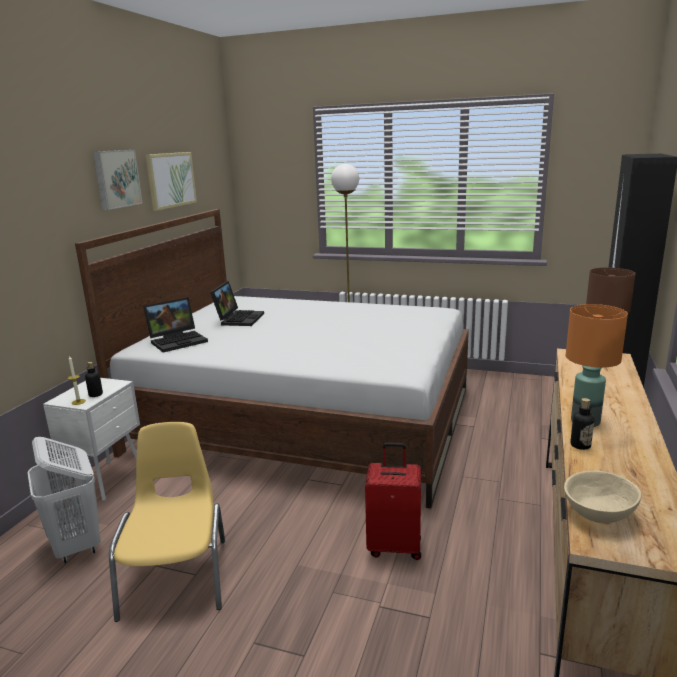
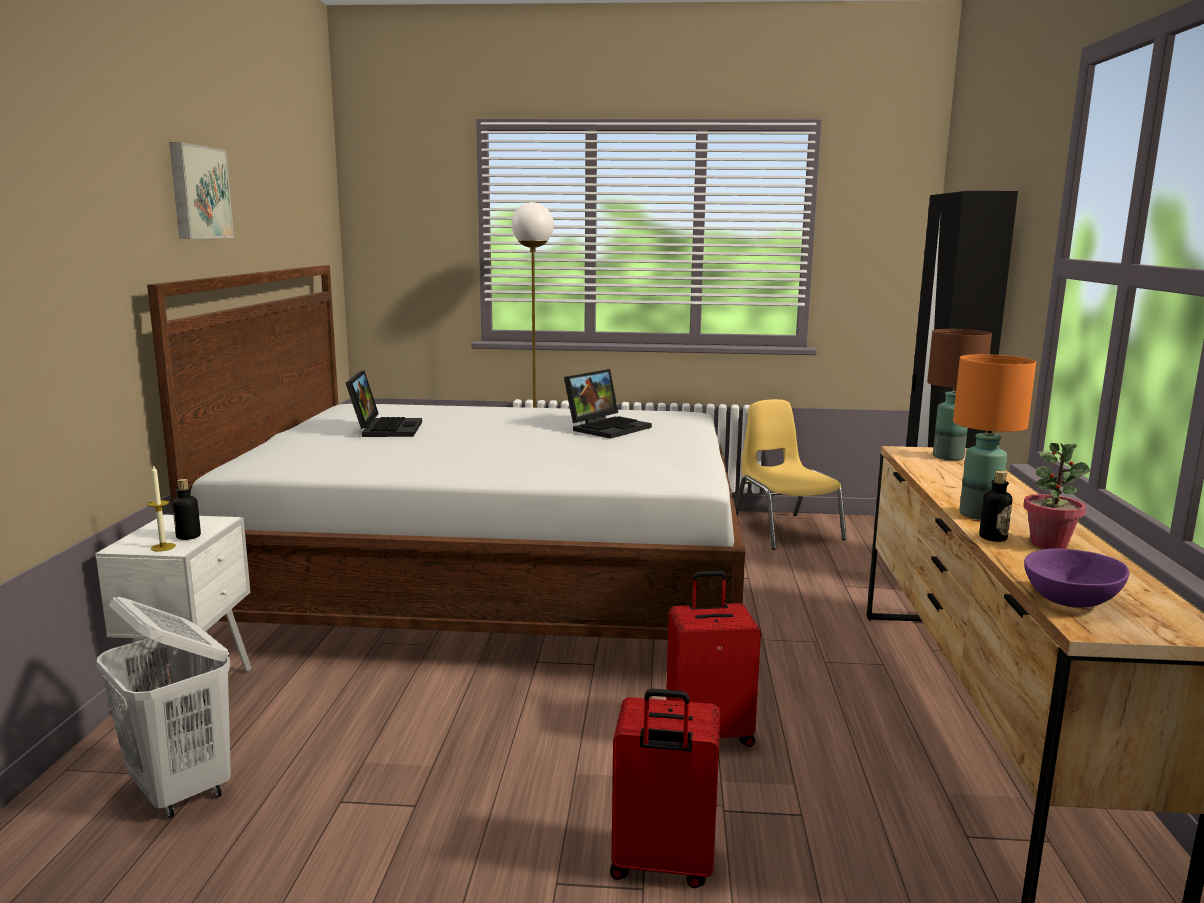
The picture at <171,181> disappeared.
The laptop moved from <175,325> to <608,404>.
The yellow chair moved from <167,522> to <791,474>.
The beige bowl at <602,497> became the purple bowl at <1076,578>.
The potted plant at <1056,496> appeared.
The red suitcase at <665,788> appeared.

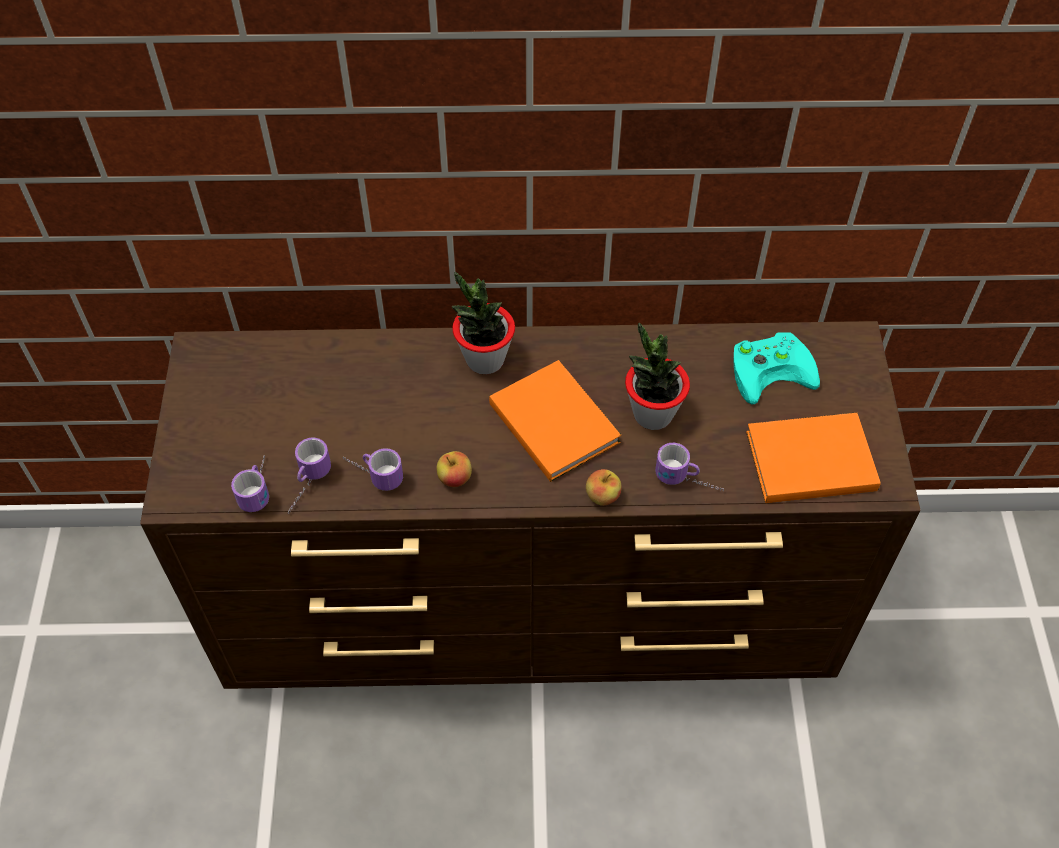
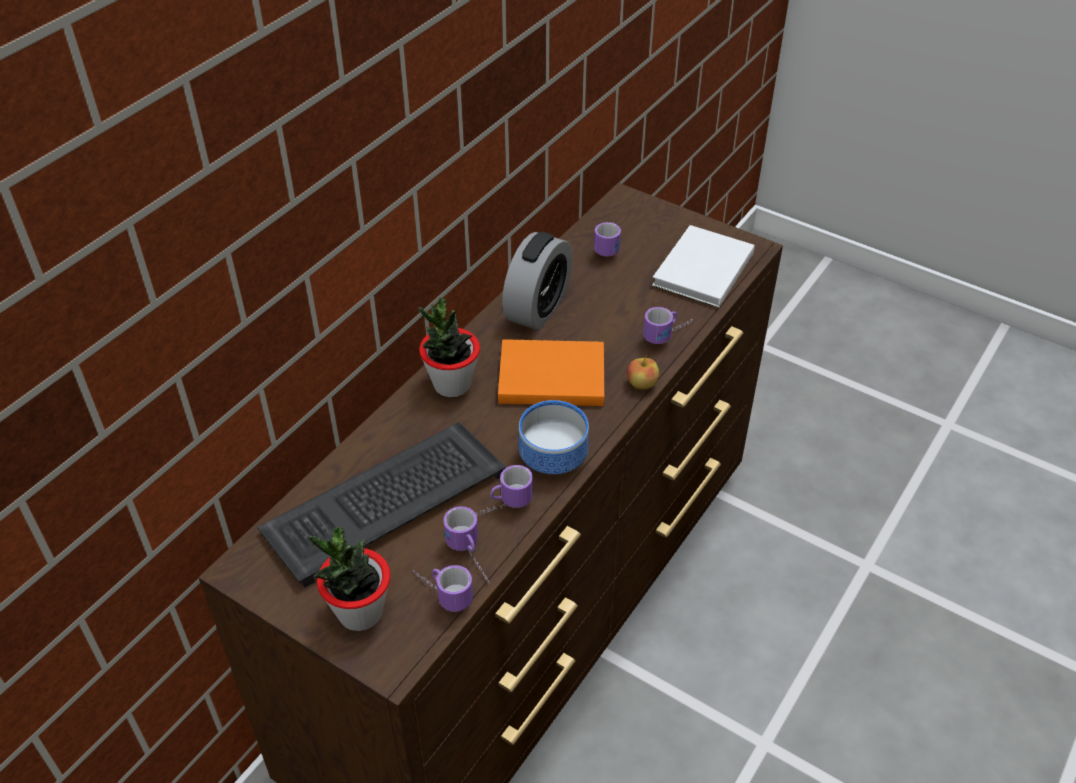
The potted plant moved from <657,376> to <349,578>.
The turquoise game controller at <777,369> was replaced by the mug at <607,239>.
The orange book at <813,457> became the white book at <703,266>.
The apple at <454,469> was replaced by the bowl at <553,437>.
The alarm clock at <537,281> appeared.
The keyboard at <381,505> appeared.

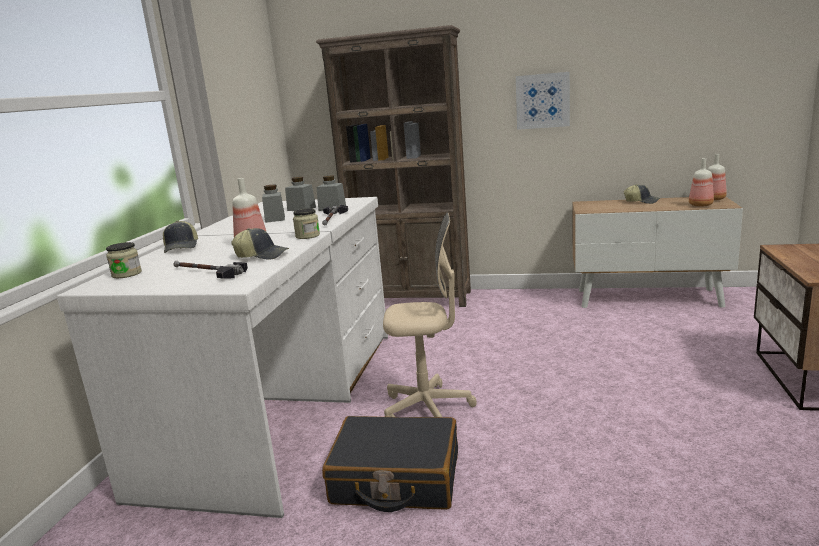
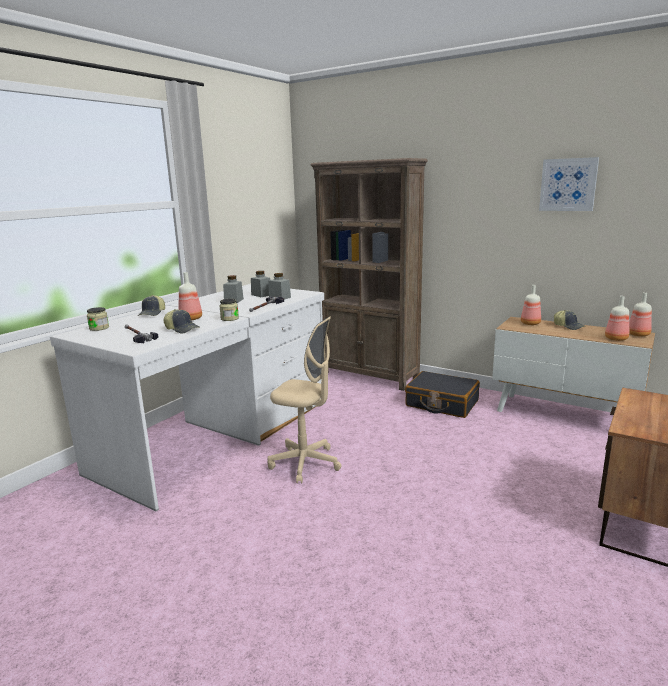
The picture moved from <543,101> to <569,184>.
The black suitcase moved from <390,464> to <442,394>.
The bottle at <531,305> appeared.

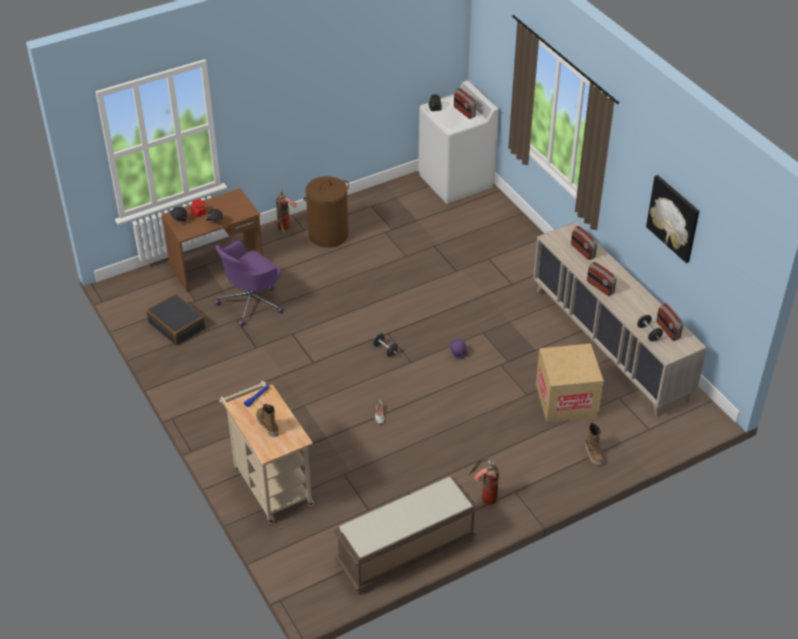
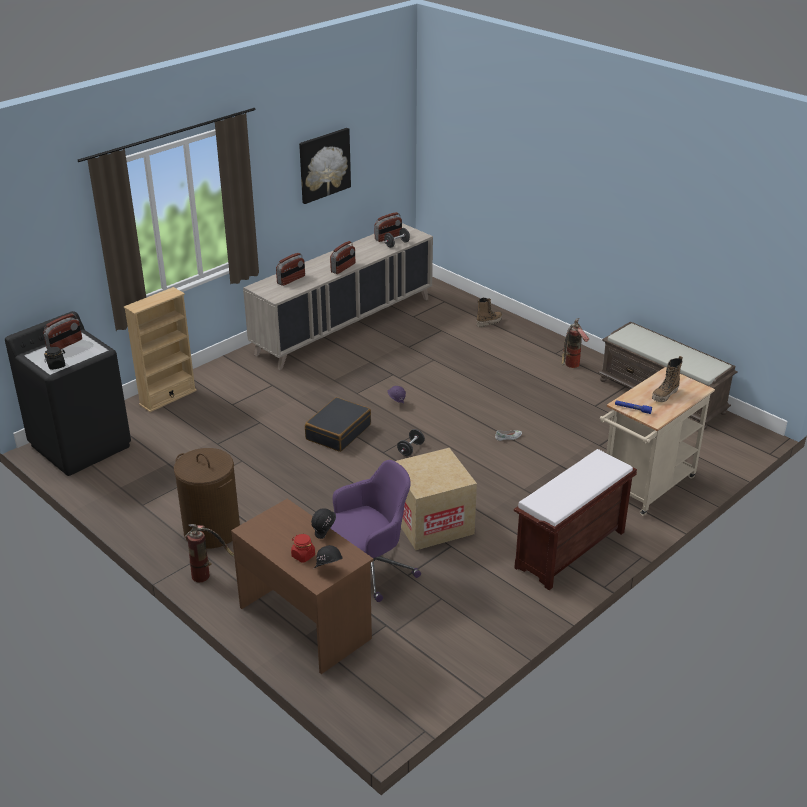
The white washing machine at <458,142> became the black washing machine at <68,393>.
The purple office chair at <249,284> turned 60 degrees counterclockwise.
The black suitcase moved from <176,319> to <338,424>.
The cardboard box moved from <570,382> to <436,499>.
The beige bookcase at <160,349> appeared.
The brown bench at <575,519> appeared.

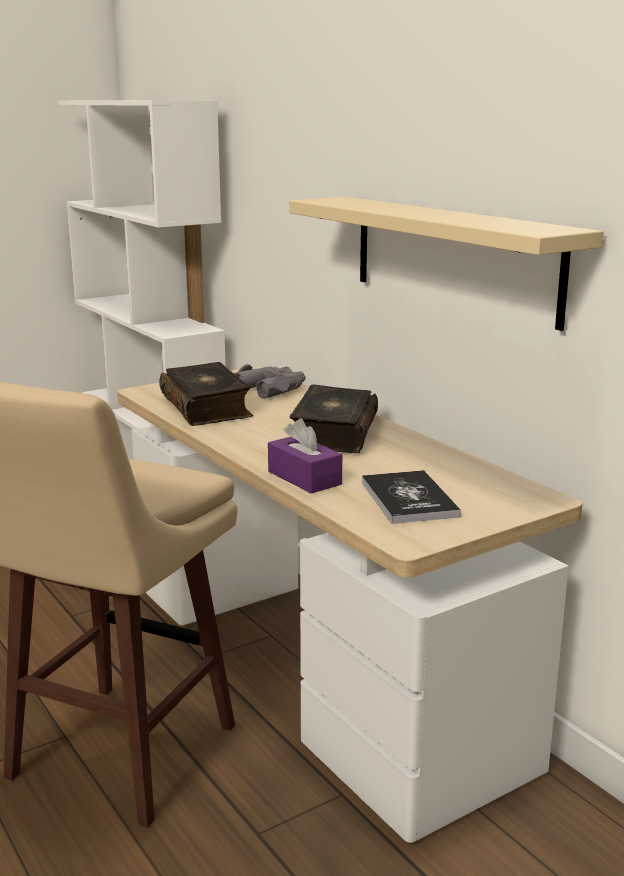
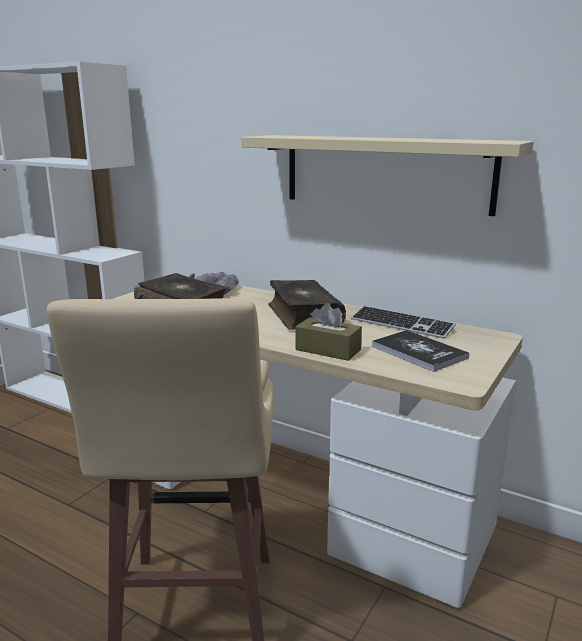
The purple tissue box at <305,456> became the brown tissue box at <328,332>.
The keyboard at <403,322> appeared.

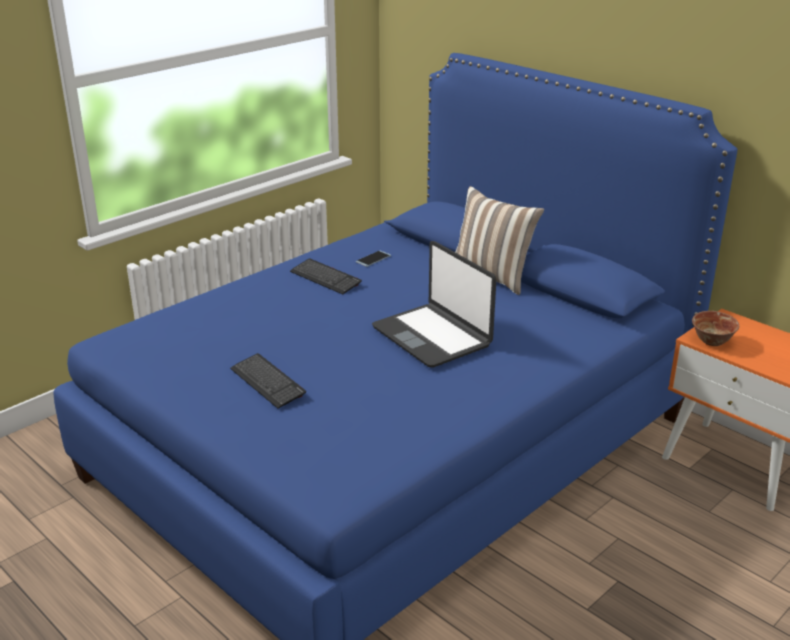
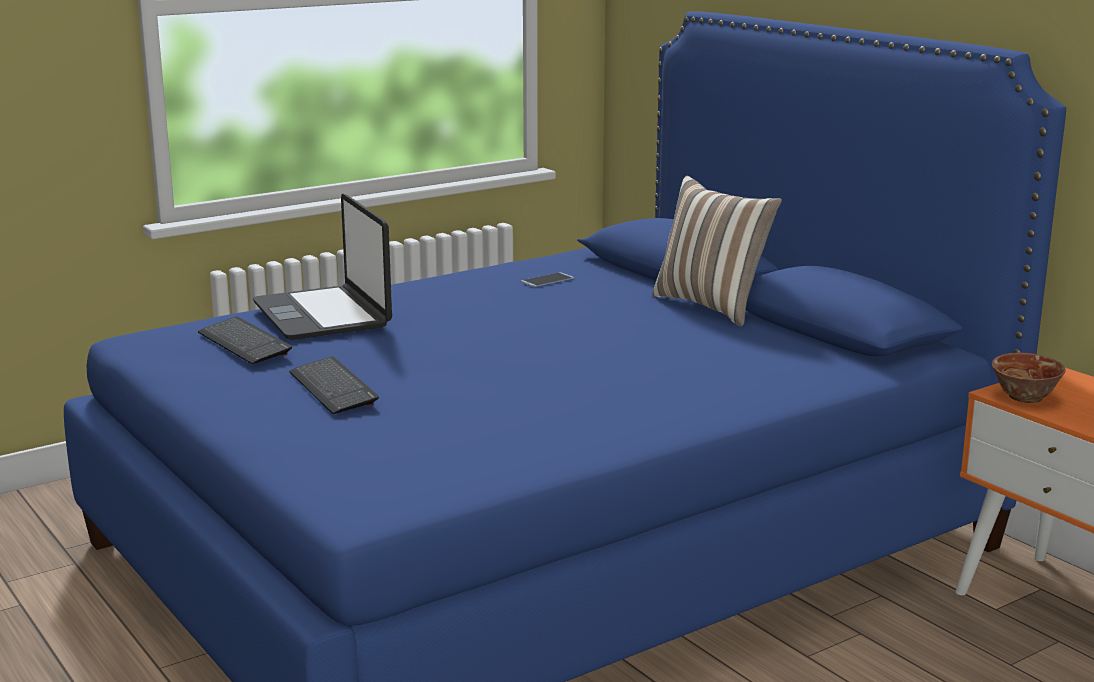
The laptop moved from <434,304> to <322,267>.
The keyboard moved from <326,276> to <245,340>.

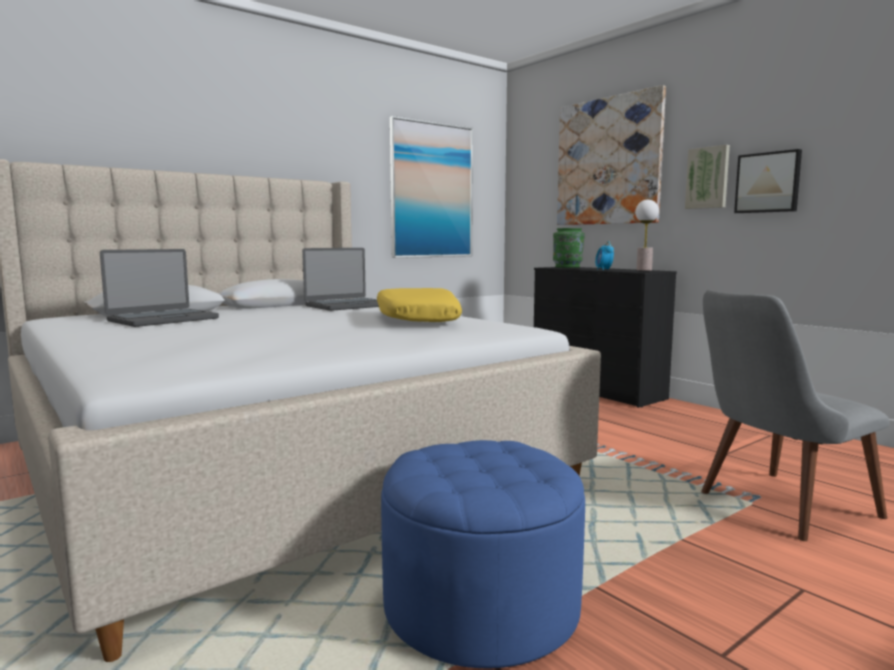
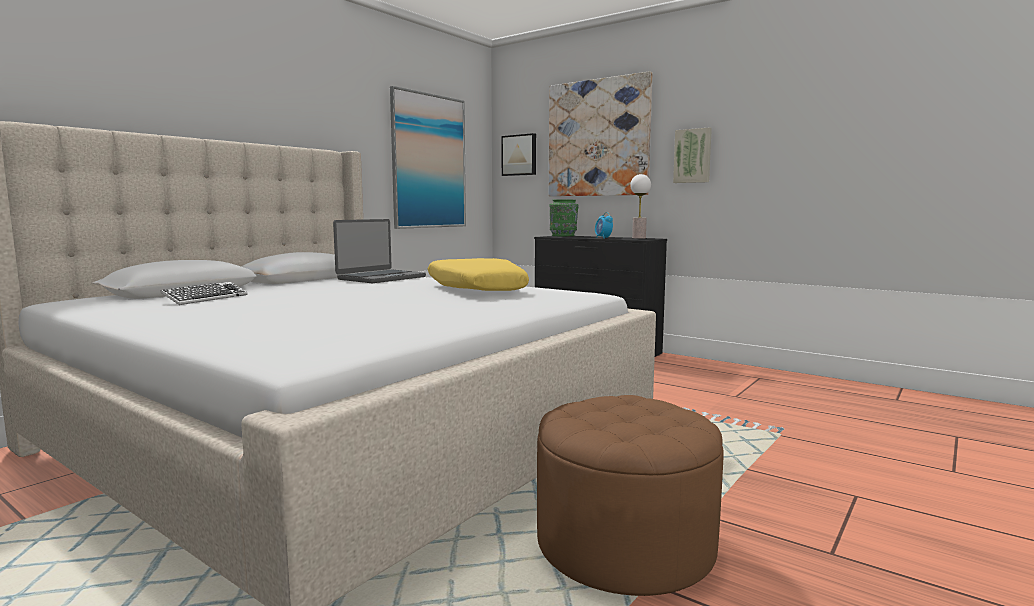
The picture moved from <768,181> to <519,154>.
The laptop at <159,288> was replaced by the keyboard at <203,293>.
The grey chair at <795,415> disappeared.
The blue ottoman at <483,554> became the brown ottoman at <630,495>.

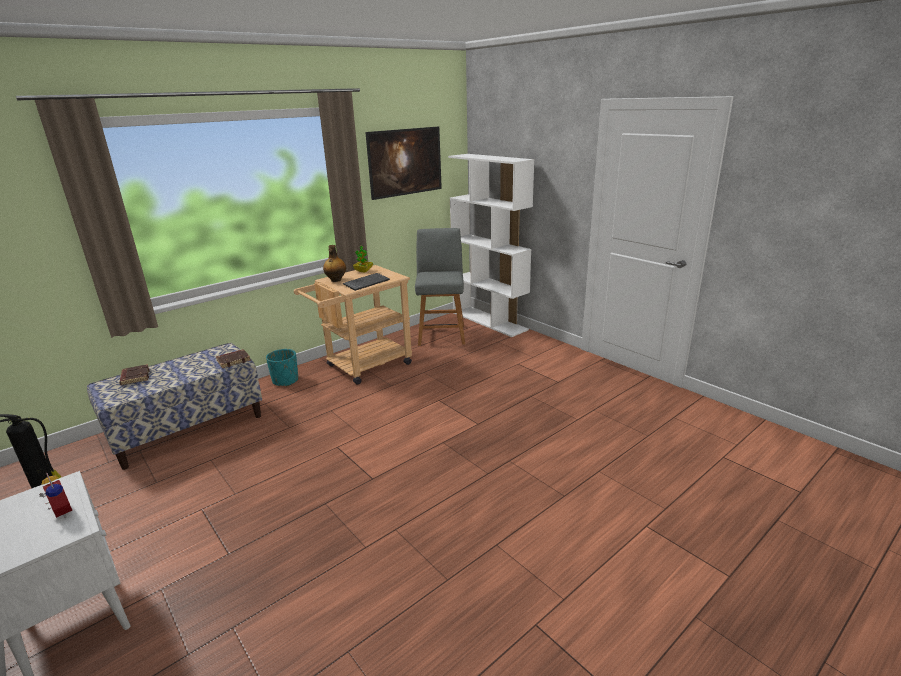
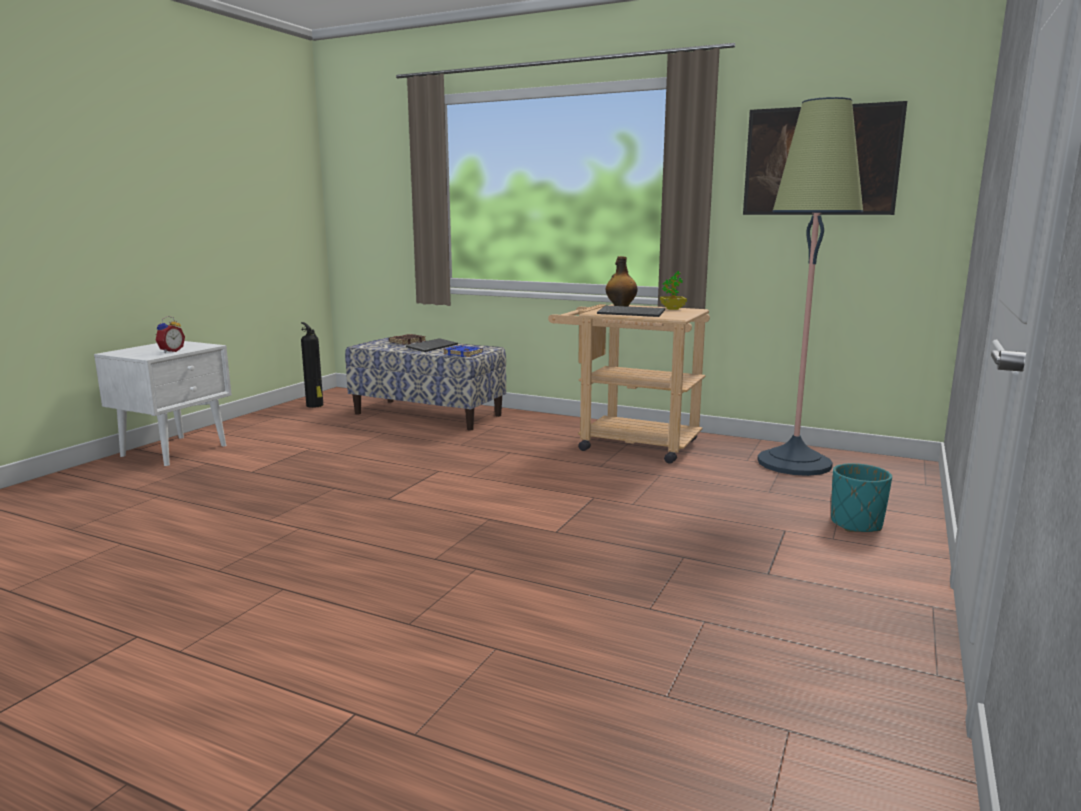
The white bookcase at <491,245> disappeared.
The grey chair at <440,287> was replaced by the floor lamp at <810,286>.
The brown book at <233,358> became the blue book at <463,351>.
The turquoise planter moved from <282,368> to <861,497>.
The keyboard at <432,345> appeared.

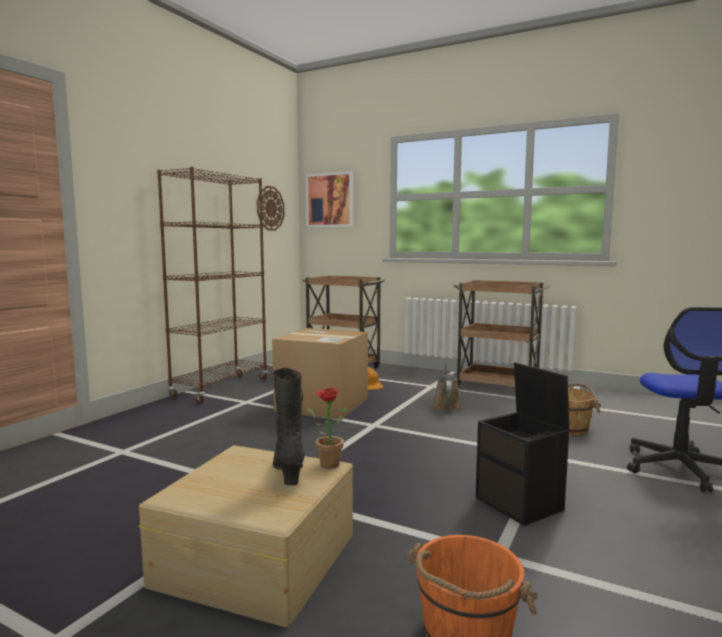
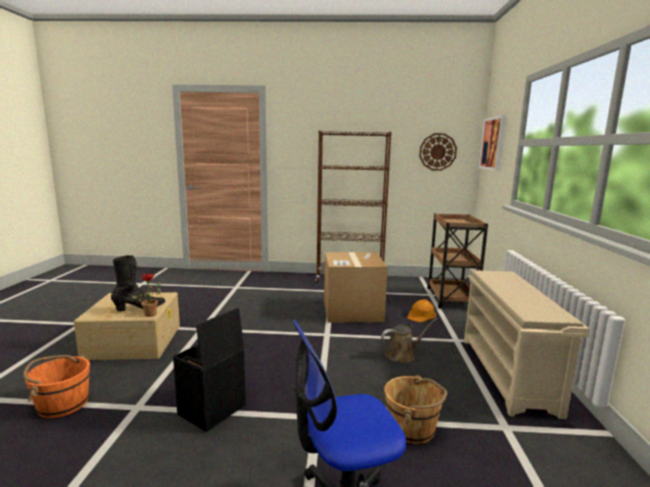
The brown cart at <502,333> was replaced by the beige shoe rack at <526,344>.

